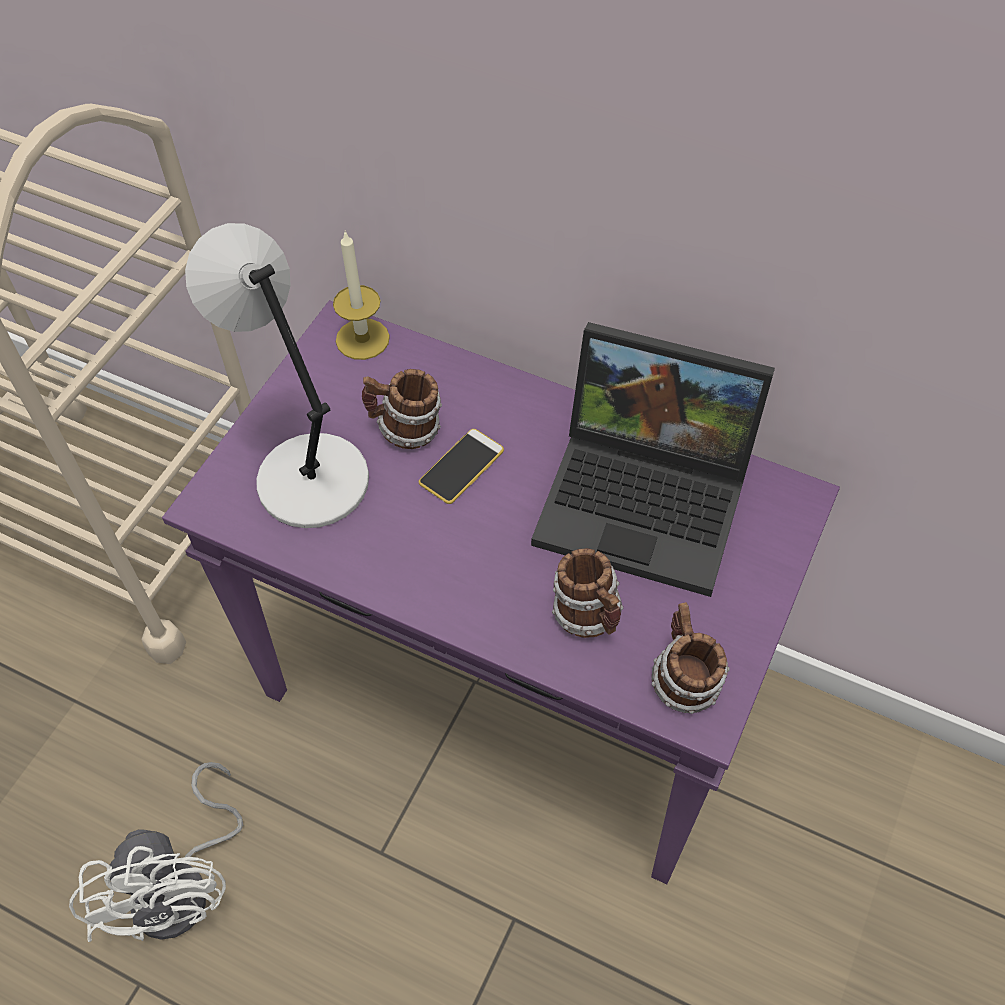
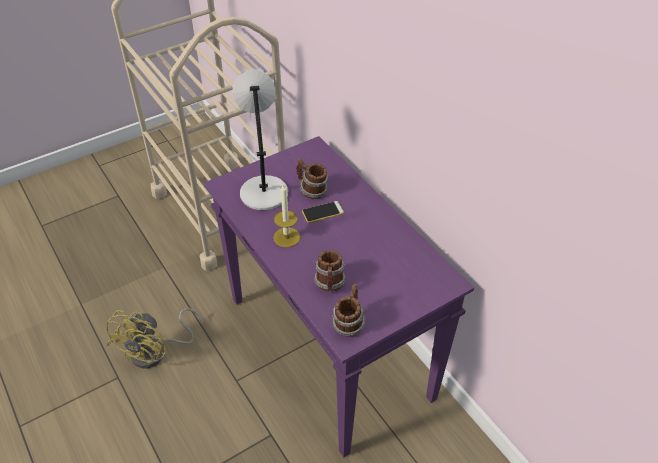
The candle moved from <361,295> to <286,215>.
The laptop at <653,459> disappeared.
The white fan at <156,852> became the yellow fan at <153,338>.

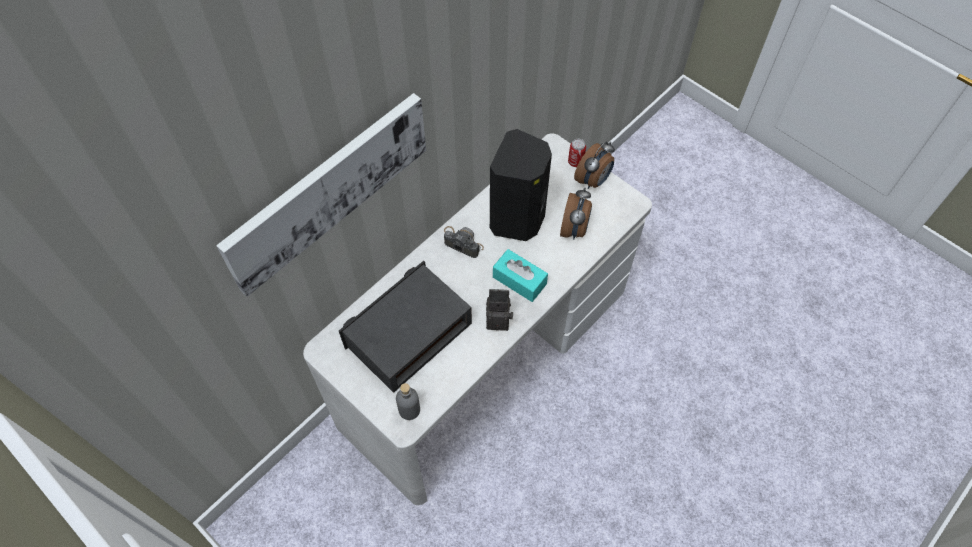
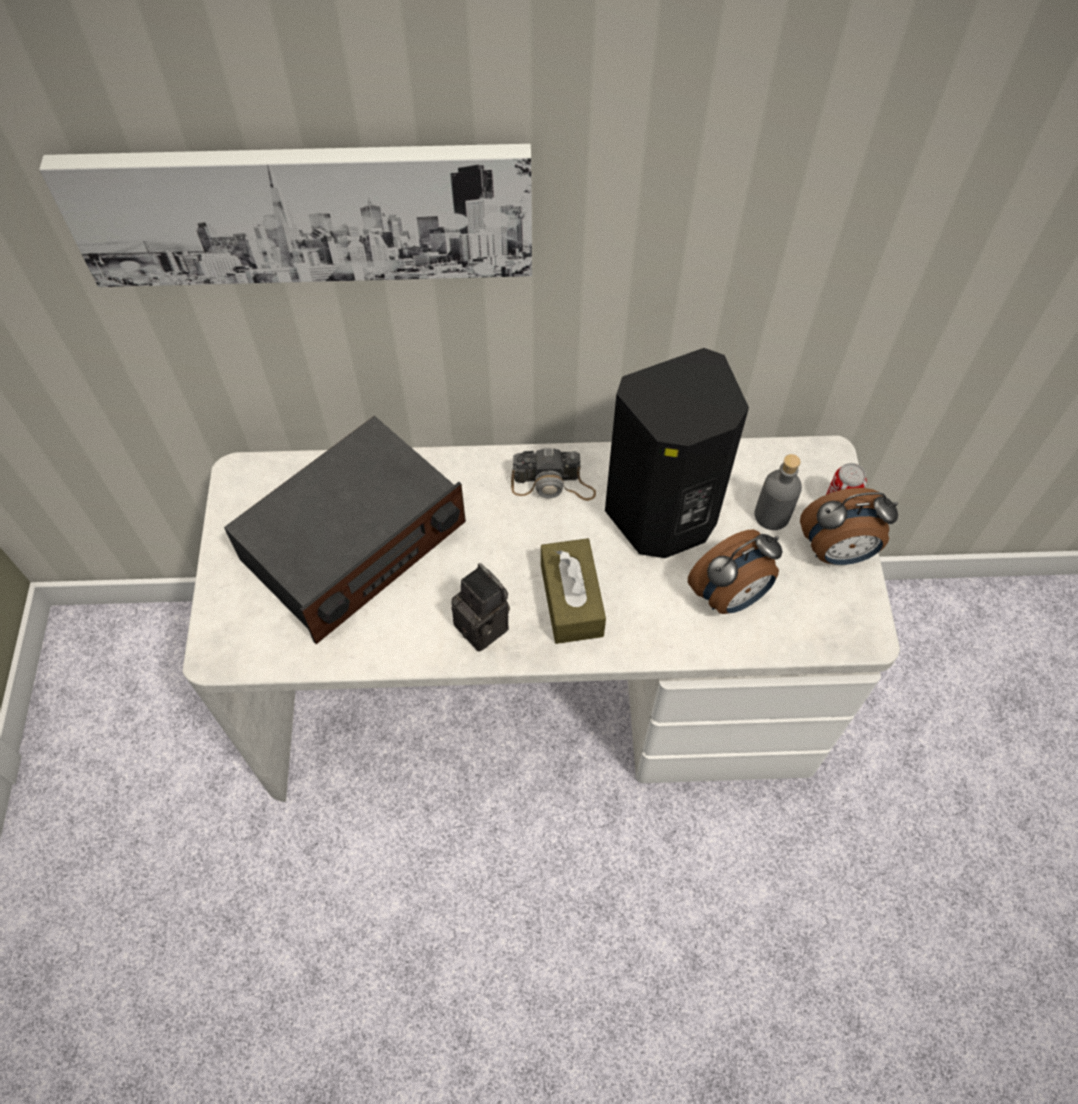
The photo camera at <464,242> turned 105 degrees clockwise.
The turquoise tissue box at <520,275> became the brown tissue box at <573,591>.
The radio at <405,327> turned 135 degrees clockwise.
The grey bottle moved from <408,401> to <778,492>.

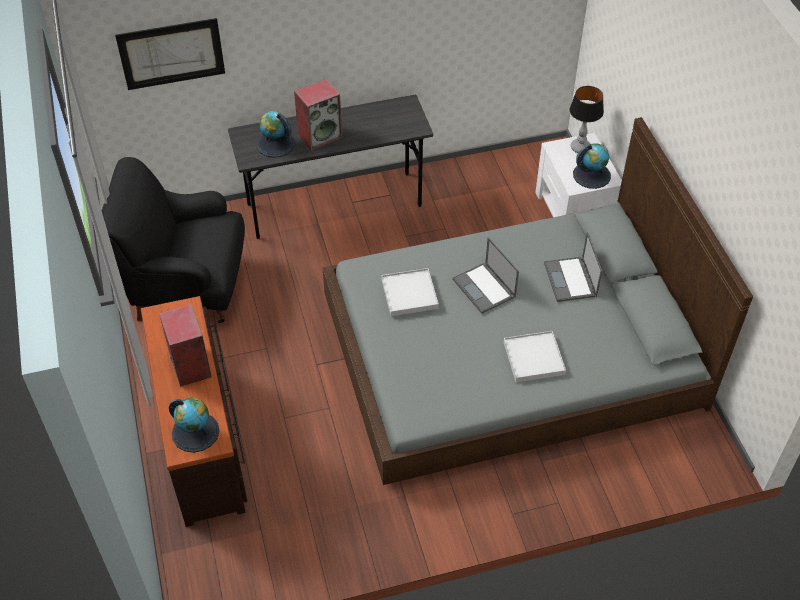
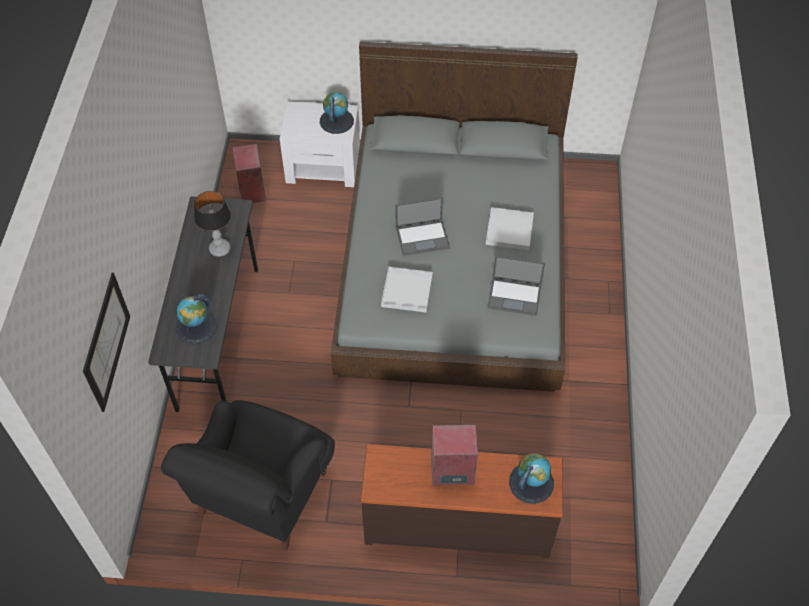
The speaker moved from <318,115> to <249,173>.
The table lamp moved from <586,119> to <212,224>.
The laptop moved from <573,267> to <516,286>.

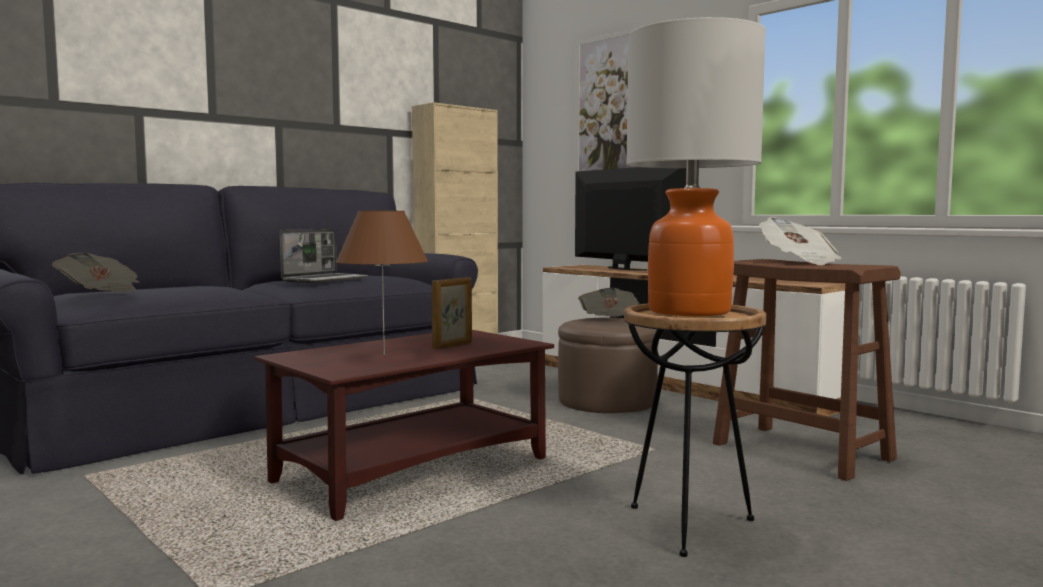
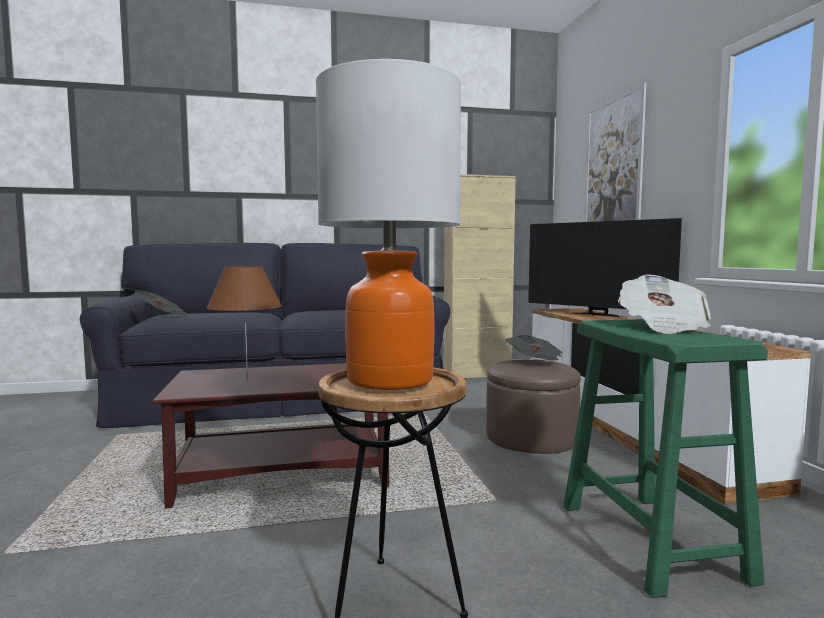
The television at <630,219> turned 135 degrees clockwise.
The laptop at <324,256> disappeared.
The brown stool at <807,370> became the green stool at <665,458>.
The picture frame at <452,313> disappeared.

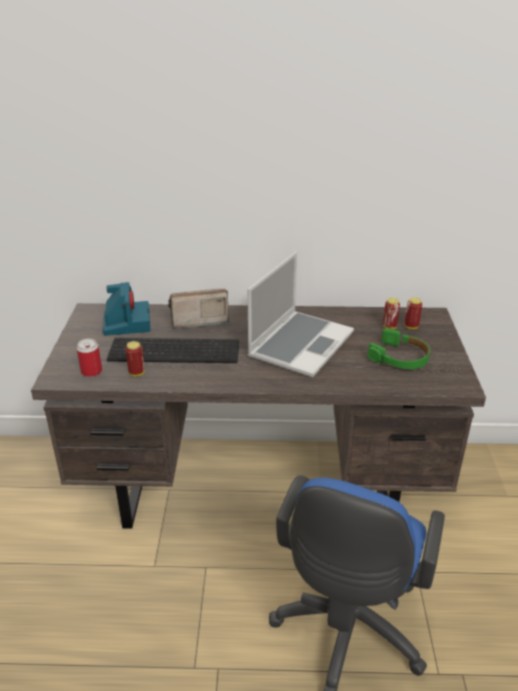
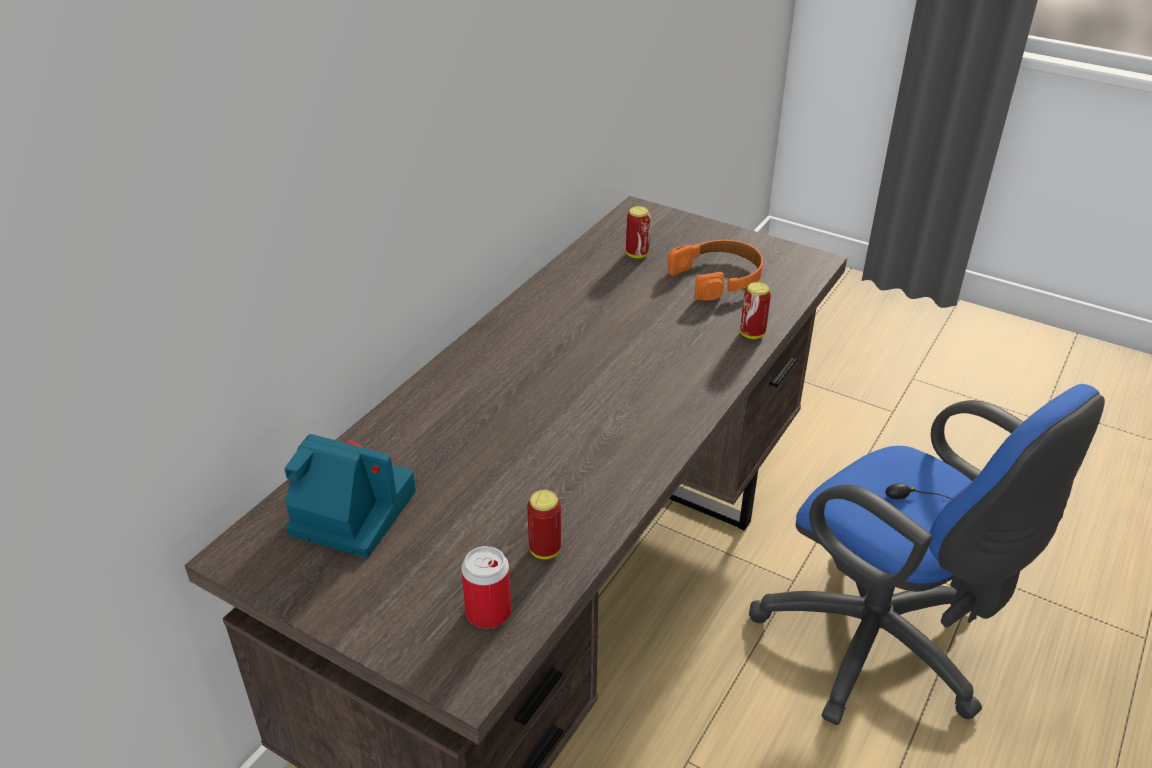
The laptop at <301,315> disappeared.
The radio at <199,308> disappeared.
The can moved from <413,313> to <755,310>.
The green headphones at <399,348> became the orange headphones at <715,270>.
The keyboard at <173,350> disappeared.

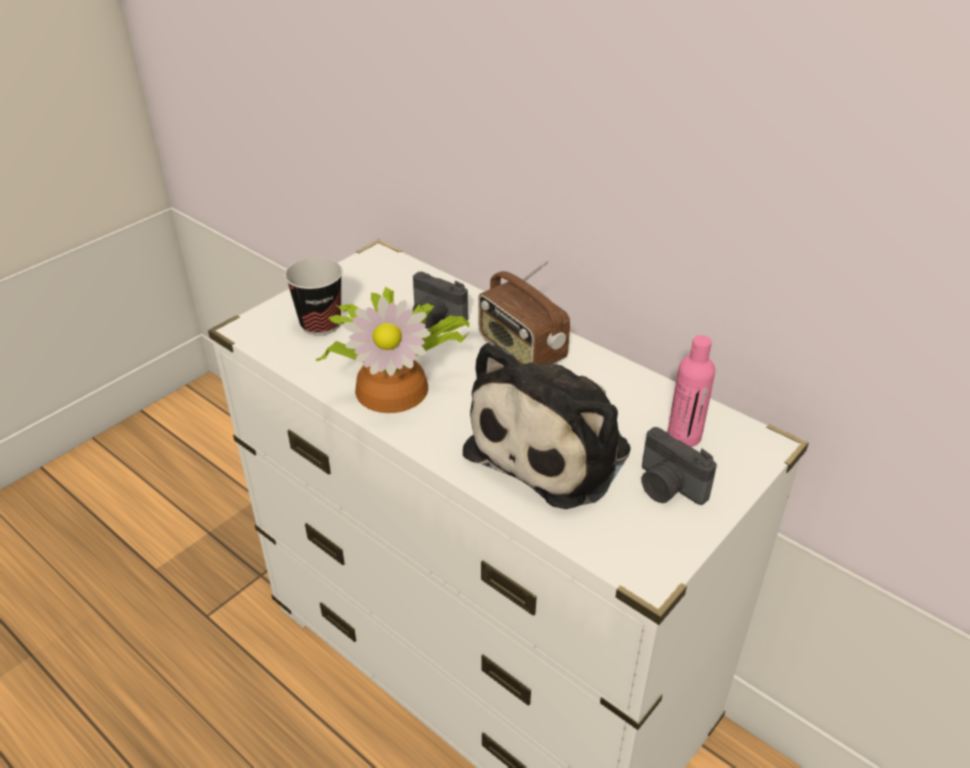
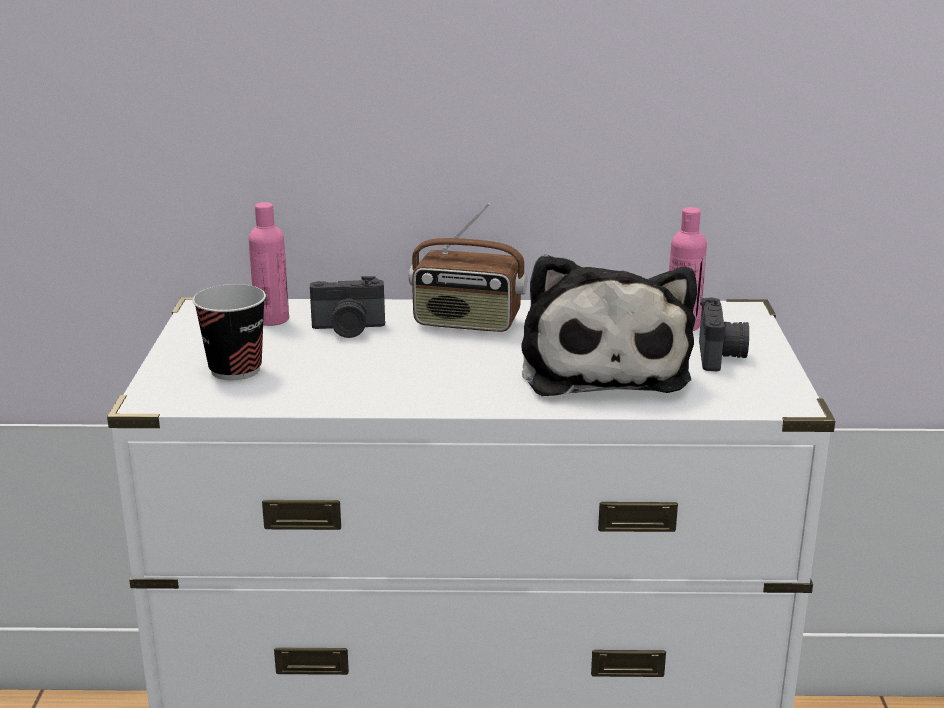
The potted plant at <393,350> disappeared.
The photo camera at <679,466> turned 90 degrees counterclockwise.
The pink bottle at <269,264> appeared.

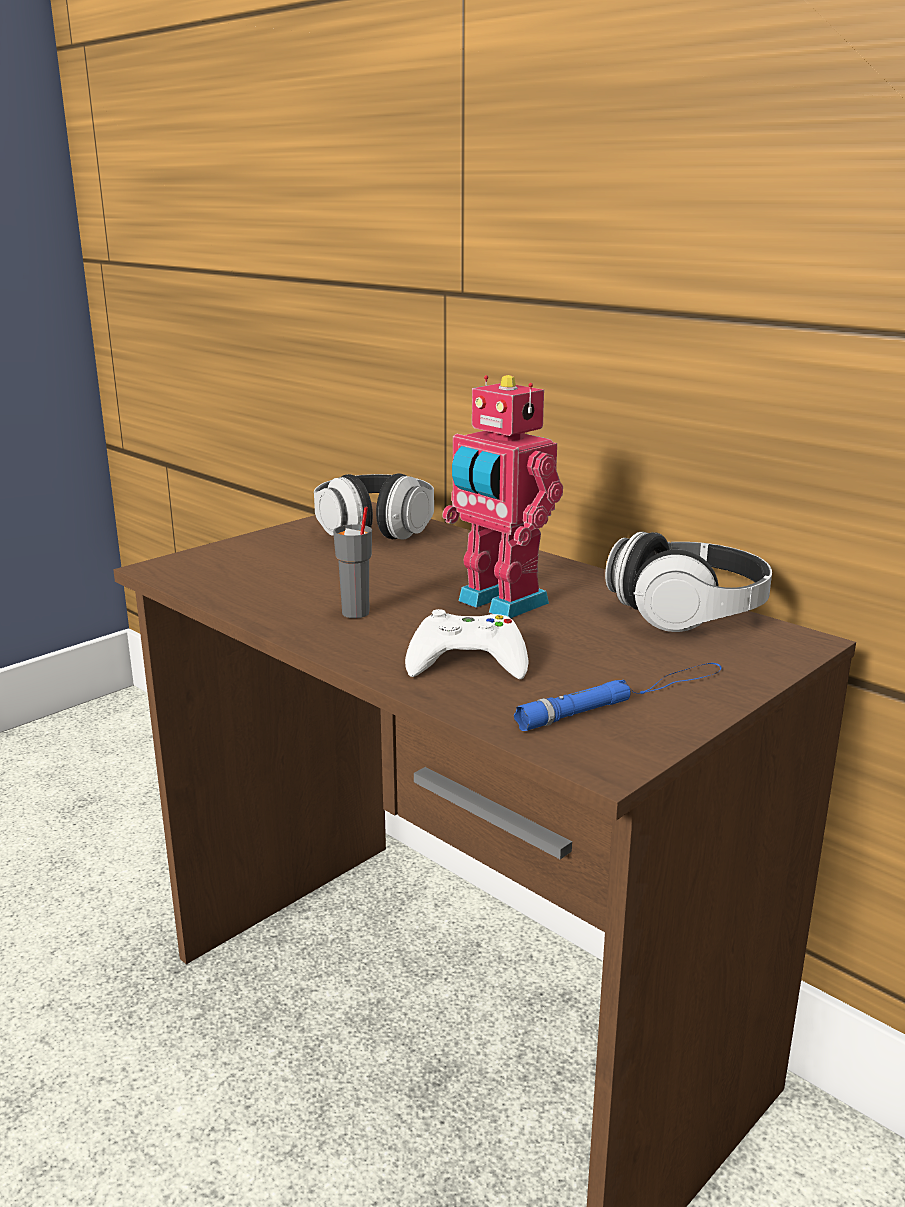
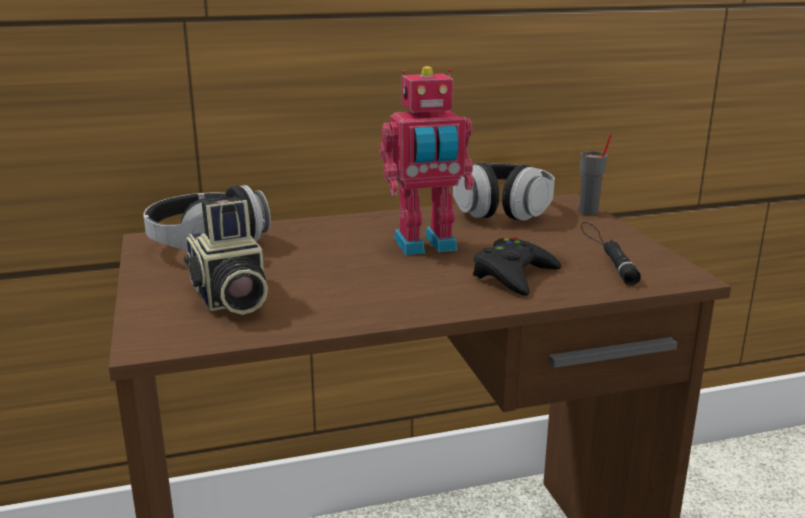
The grey cup moved from <352,562> to <595,174>.
The white game controller at <467,644> became the black game controller at <517,266>.
The blue flashlight at <618,697> became the black flashlight at <611,254>.
The photo camera at <226,256> appeared.

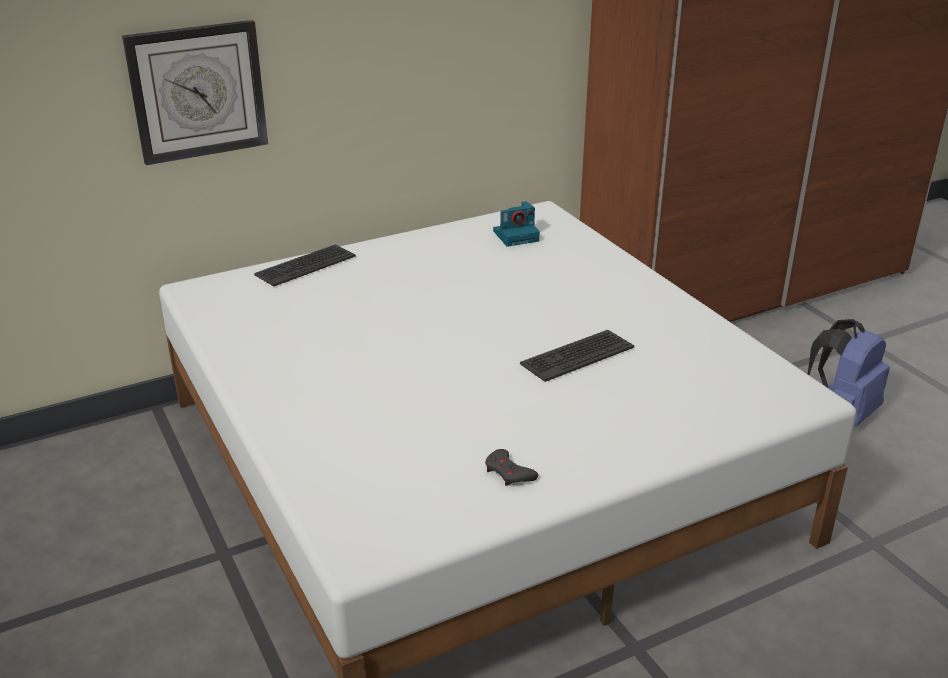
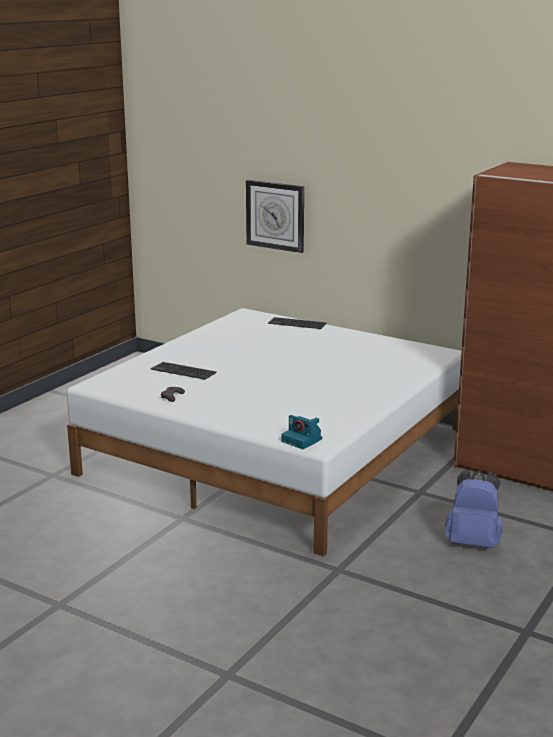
The photo camera moved from <516,224> to <302,432>.
The keyboard moved from <577,356> to <184,371>.

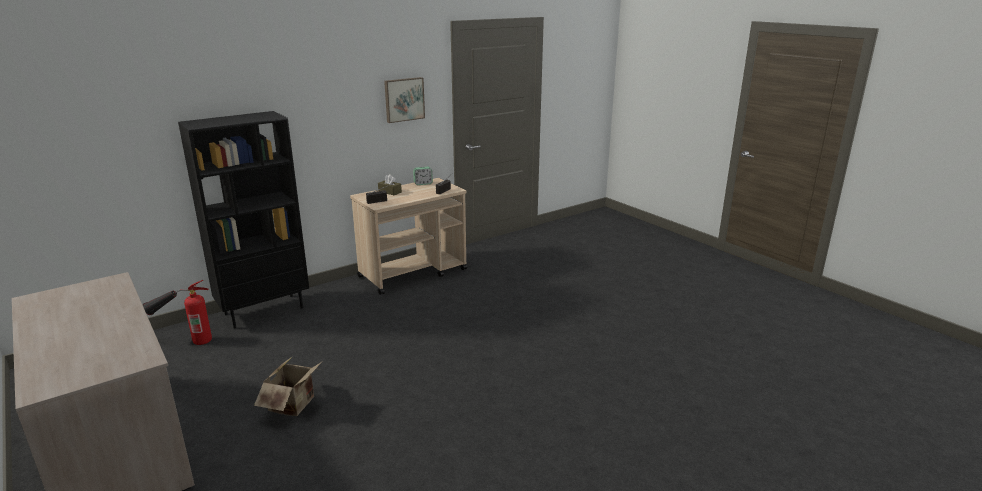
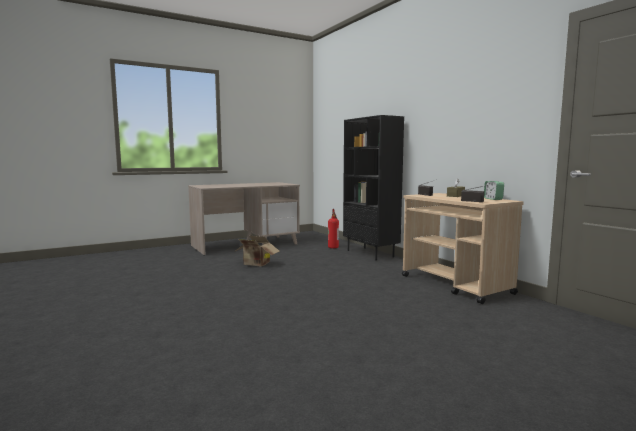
The picture at <404,100> disappeared.

